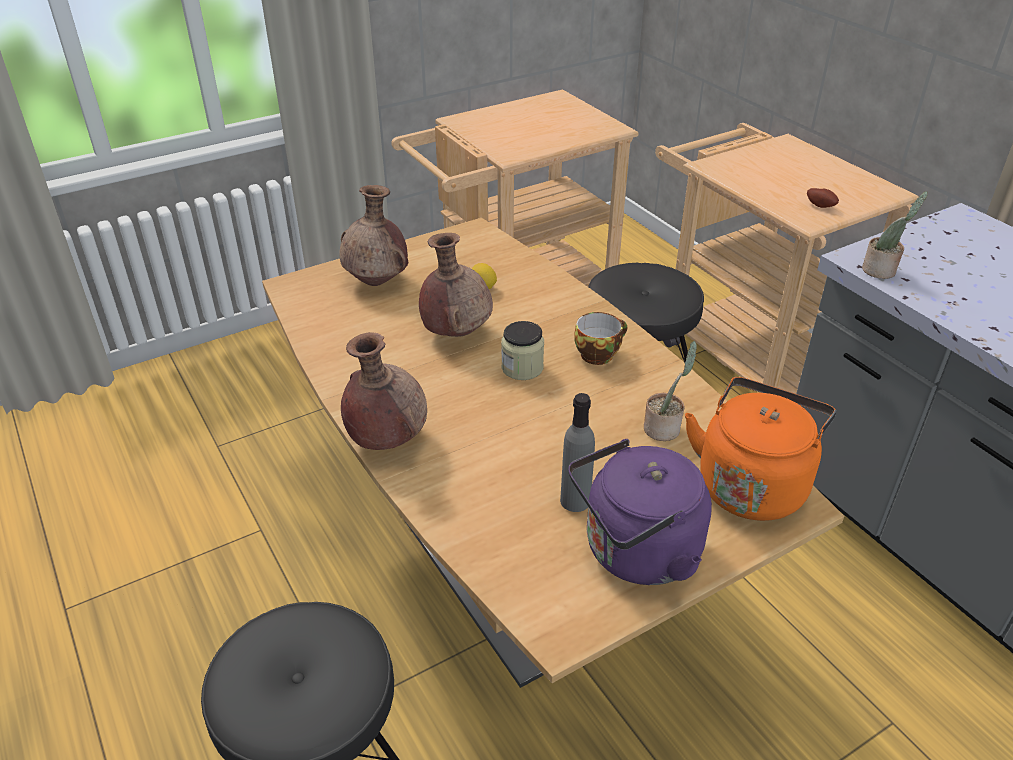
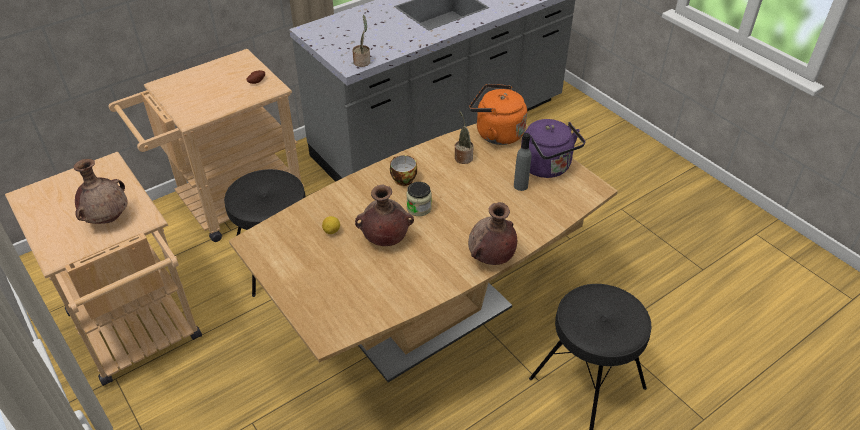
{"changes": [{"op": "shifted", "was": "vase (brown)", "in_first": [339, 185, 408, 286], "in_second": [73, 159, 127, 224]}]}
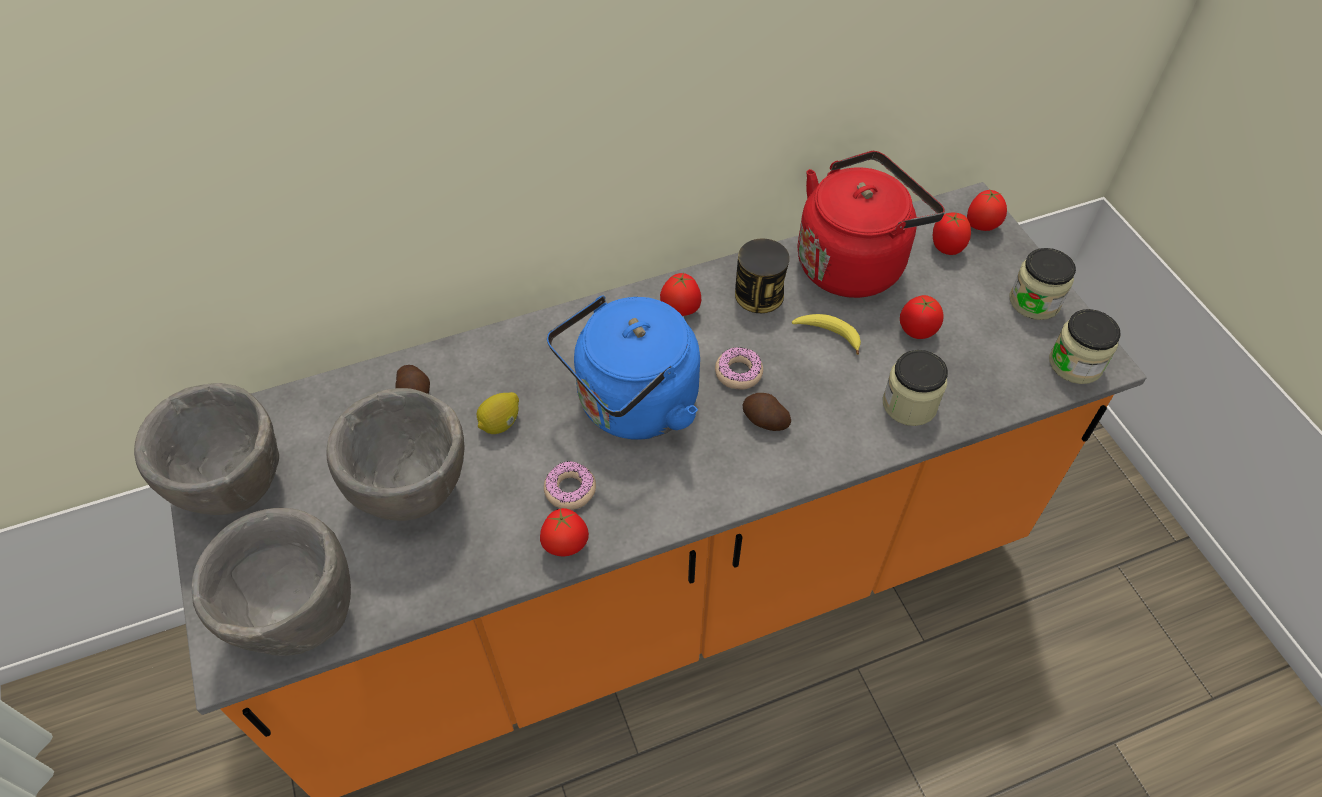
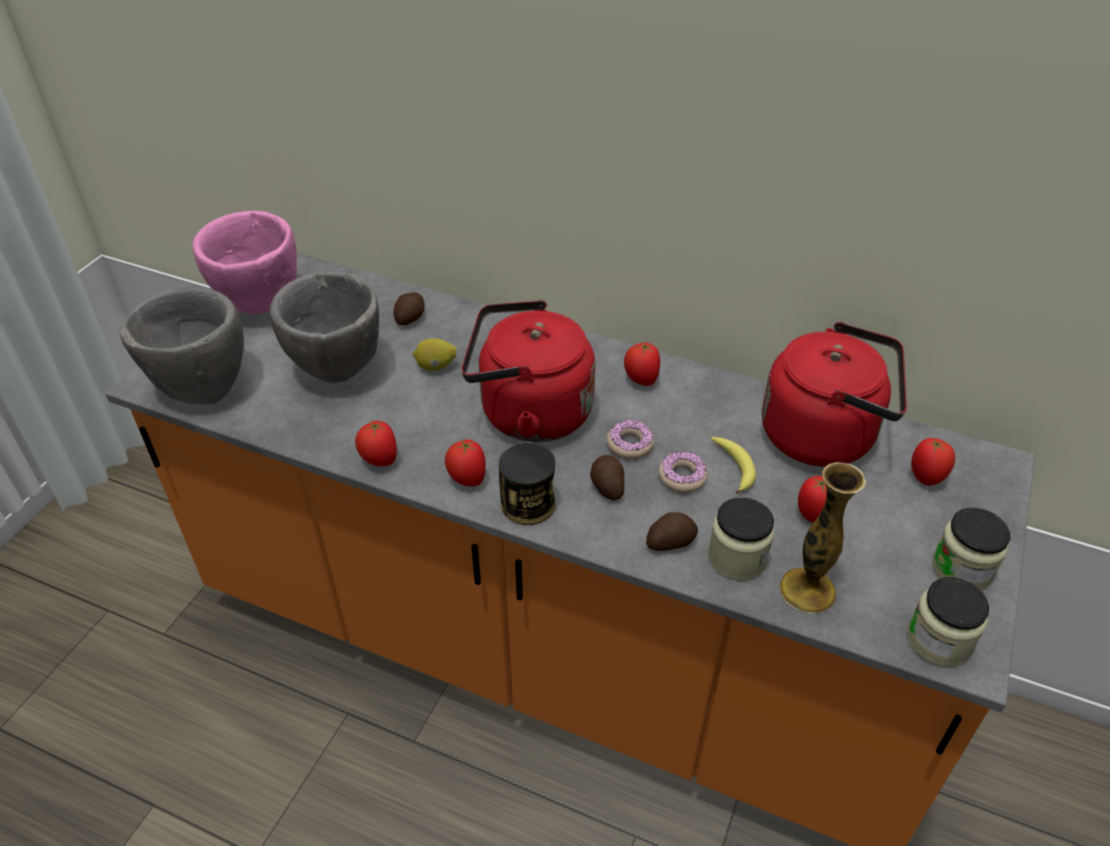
{"changes": [{"op": "shifted", "was": "tomato", "in_first": [967, 190, 1007, 231], "in_second": [445, 440, 486, 487]}, {"op": "shifted", "was": "can", "in_first": [735, 238, 790, 313], "in_second": [499, 443, 556, 525]}, {"op": "repainted", "was": "kettle (blue)", "now": "kettle (red)", "in_first": [547, 295, 700, 440], "in_second": [462, 300, 595, 442]}, {"op": "repainted", "was": "bowl (grey)", "now": "bowl (pink)", "in_first": [134, 383, 279, 515], "in_second": [193, 211, 297, 314]}, {"op": "shifted", "was": "donut", "in_first": [544, 461, 596, 510], "in_second": [658, 452, 708, 493]}, {"op": "new", "now": "vase", "in_second": [779, 462, 866, 614]}, {"op": "new", "now": "potato", "in_second": [646, 512, 698, 551]}]}
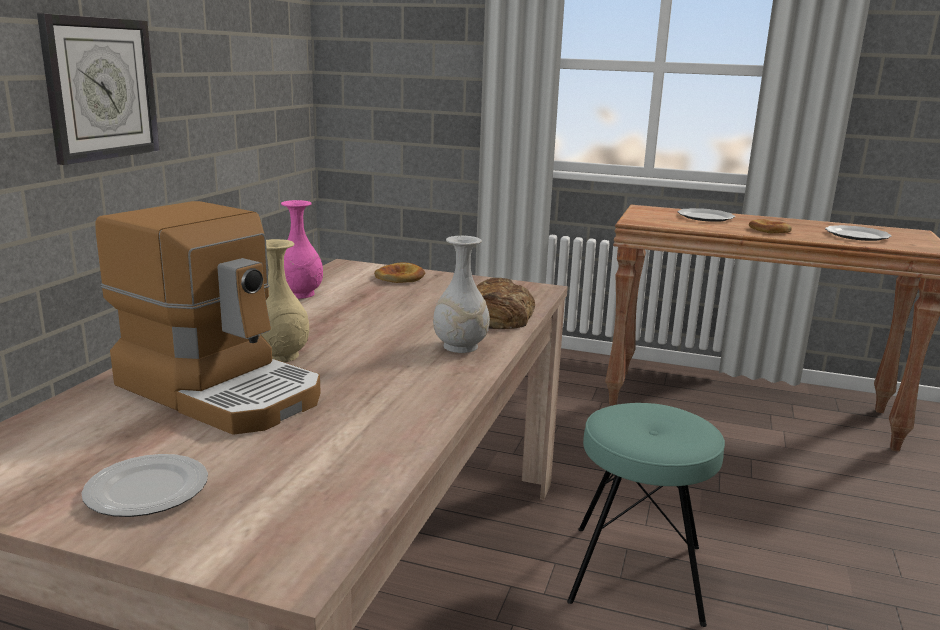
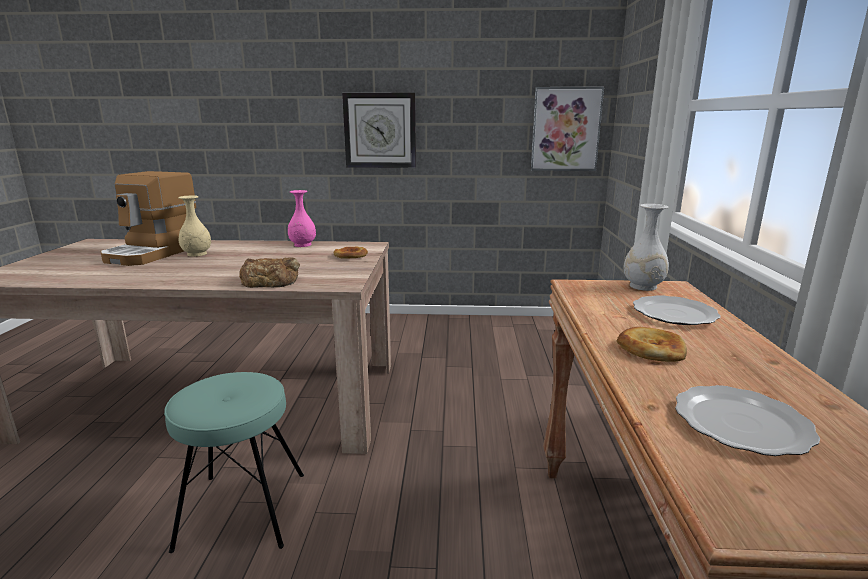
{"changes": [{"op": "shifted", "was": "vase (white)", "in_first": [433, 236, 490, 353], "in_second": [624, 204, 669, 291]}, {"op": "gone", "was": "plate", "in_first": [82, 454, 208, 517]}, {"op": "new", "now": "picture", "in_second": [531, 87, 604, 171]}]}
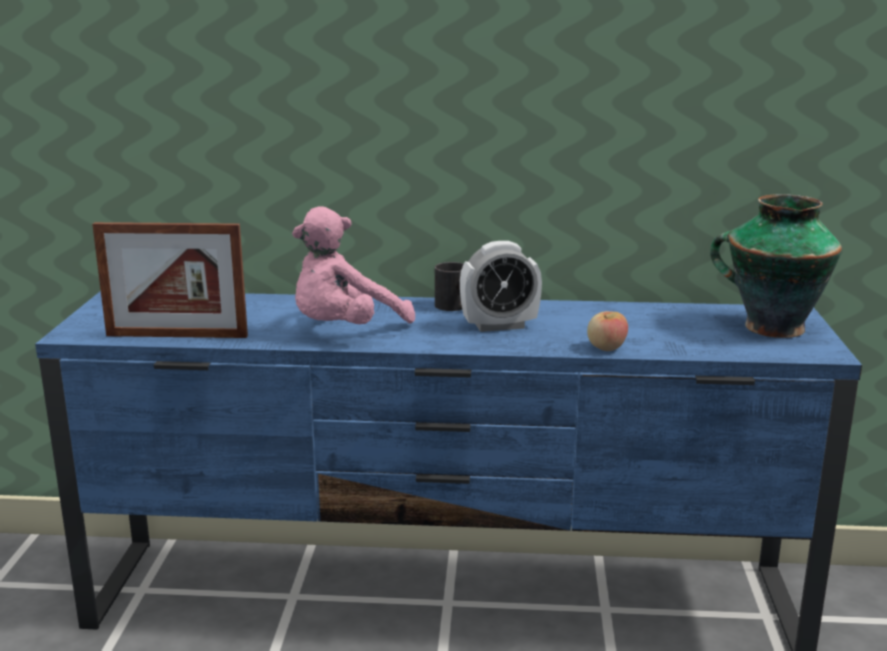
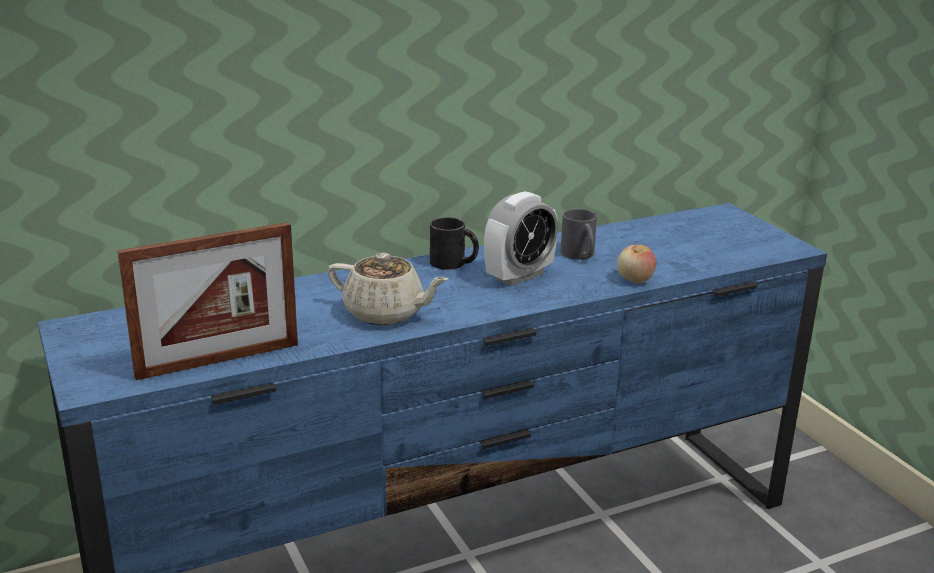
{"changes": [{"op": "gone", "was": "vase", "in_first": [710, 194, 842, 338]}, {"op": "swapped", "was": "plush toy (pink)", "now": "teapot (beige)", "in_first": [292, 206, 415, 324], "in_second": [328, 253, 448, 325]}, {"op": "new", "now": "mug (grey)", "in_second": [560, 209, 597, 260]}]}
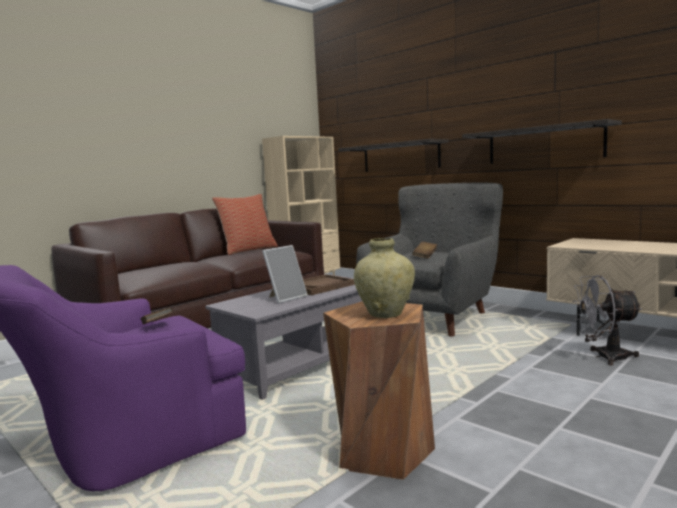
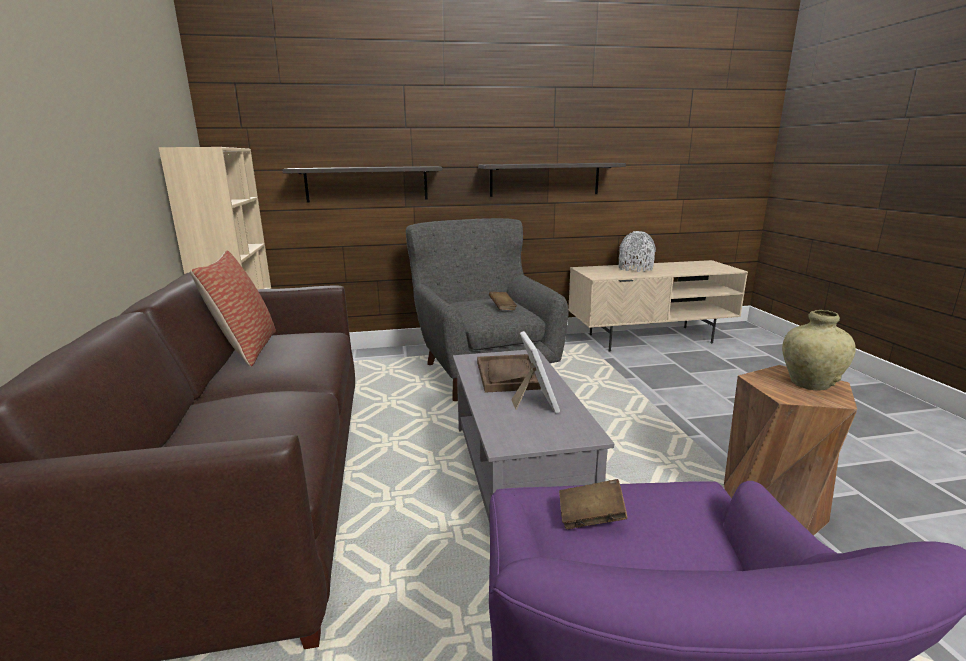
{"changes": [{"op": "gone", "was": "fan (grey)", "in_first": [572, 275, 642, 365]}, {"op": "new", "now": "vase (grey)", "in_second": [619, 231, 656, 272]}]}
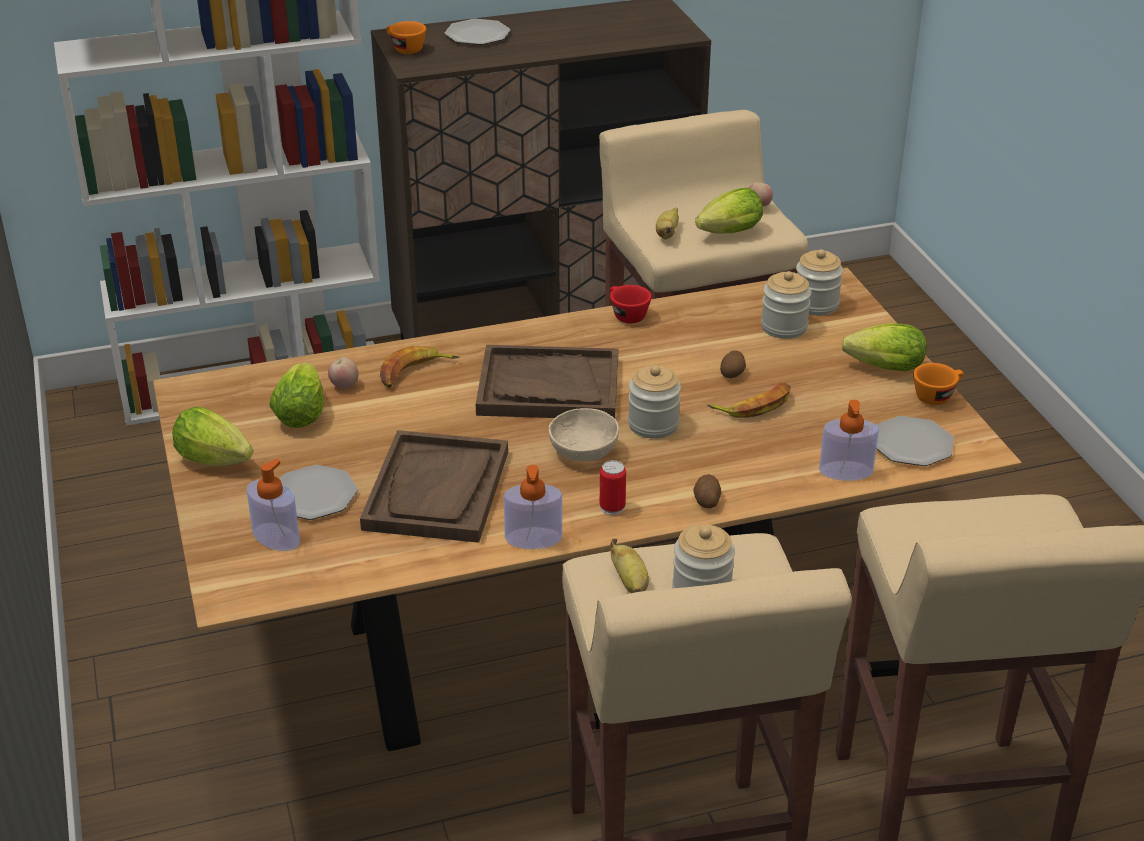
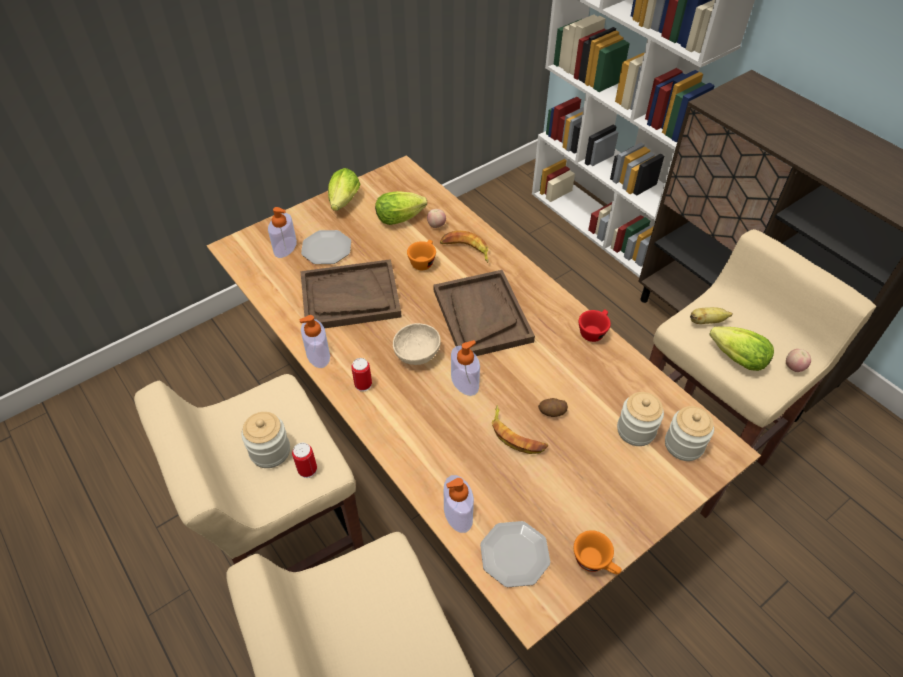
{"changes": [{"op": "gone", "was": "plate", "in_first": [444, 19, 510, 45]}, {"op": "shifted", "was": "cup (orange)", "in_first": [386, 21, 426, 54], "in_second": [407, 240, 436, 270]}, {"op": "gone", "was": "lettuce", "in_first": [841, 323, 926, 372]}, {"op": "swapped", "was": "jar", "now": "soap dispenser", "in_first": [628, 365, 681, 439], "in_second": [451, 340, 480, 396]}, {"op": "gone", "was": "potato", "in_first": [693, 474, 721, 509]}, {"op": "gone", "was": "banana", "in_first": [610, 539, 649, 593]}, {"op": "new", "now": "can", "in_second": [292, 443, 317, 478]}]}
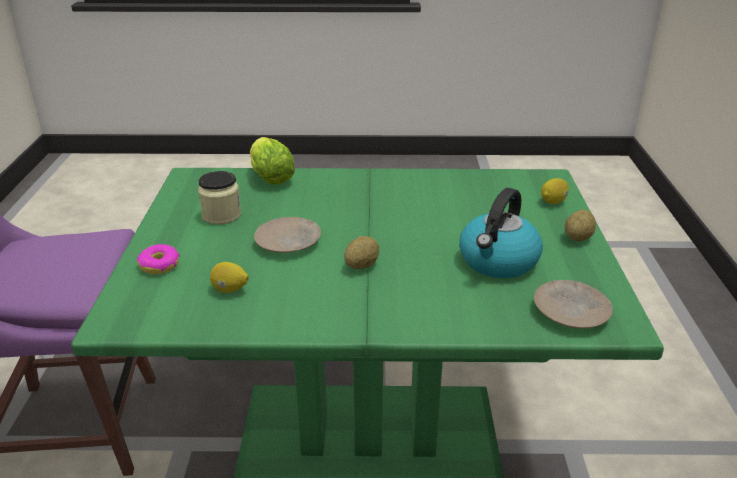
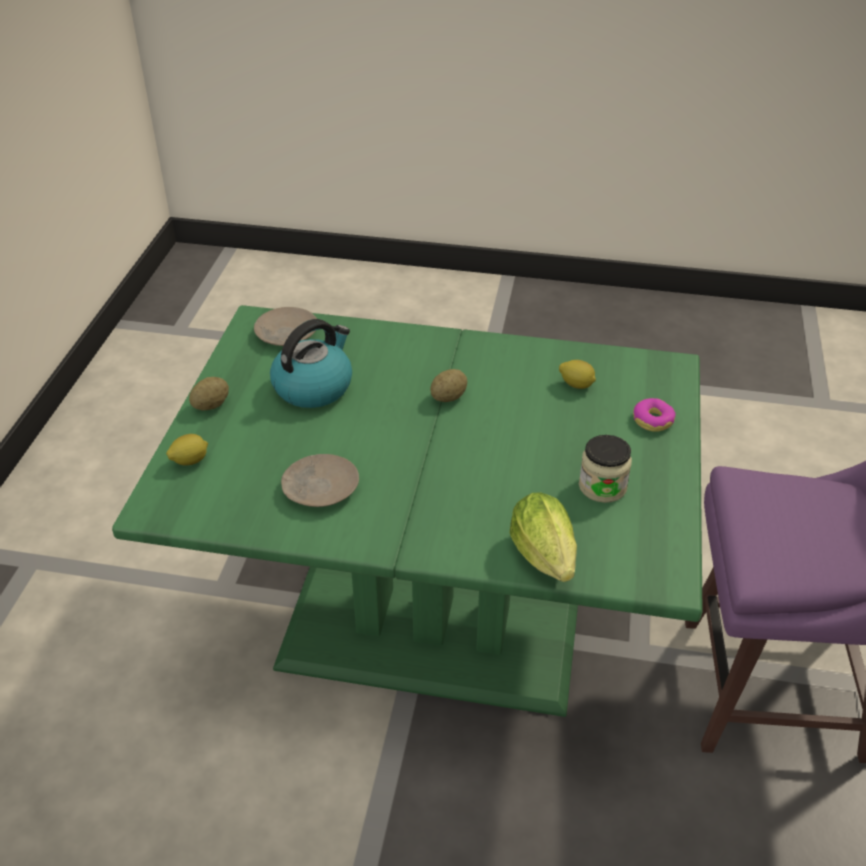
{"changes": [{"op": "shifted", "was": "plate (beige)", "in_first": [254, 217, 321, 253], "in_second": [281, 454, 359, 507]}]}
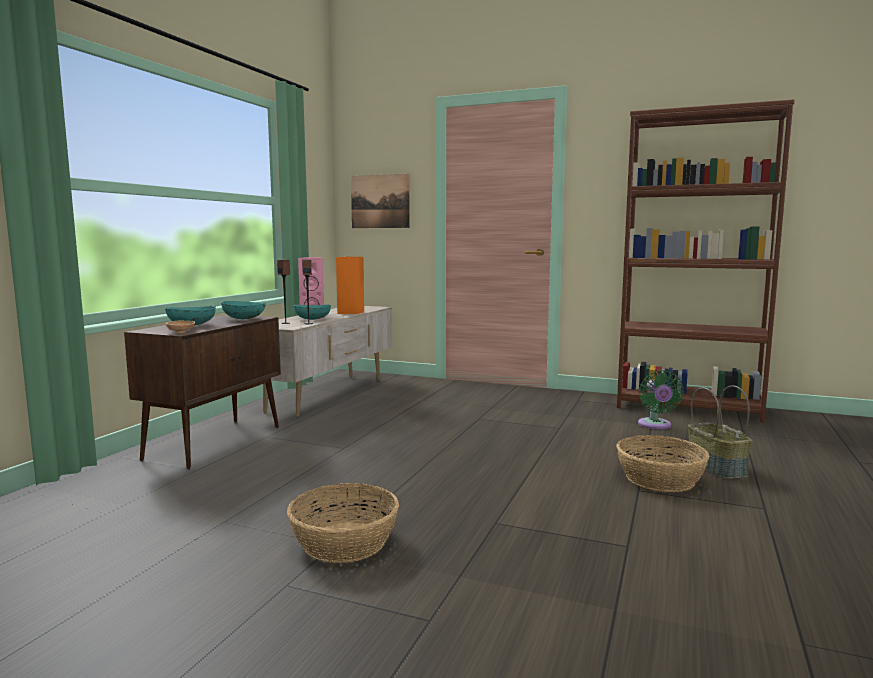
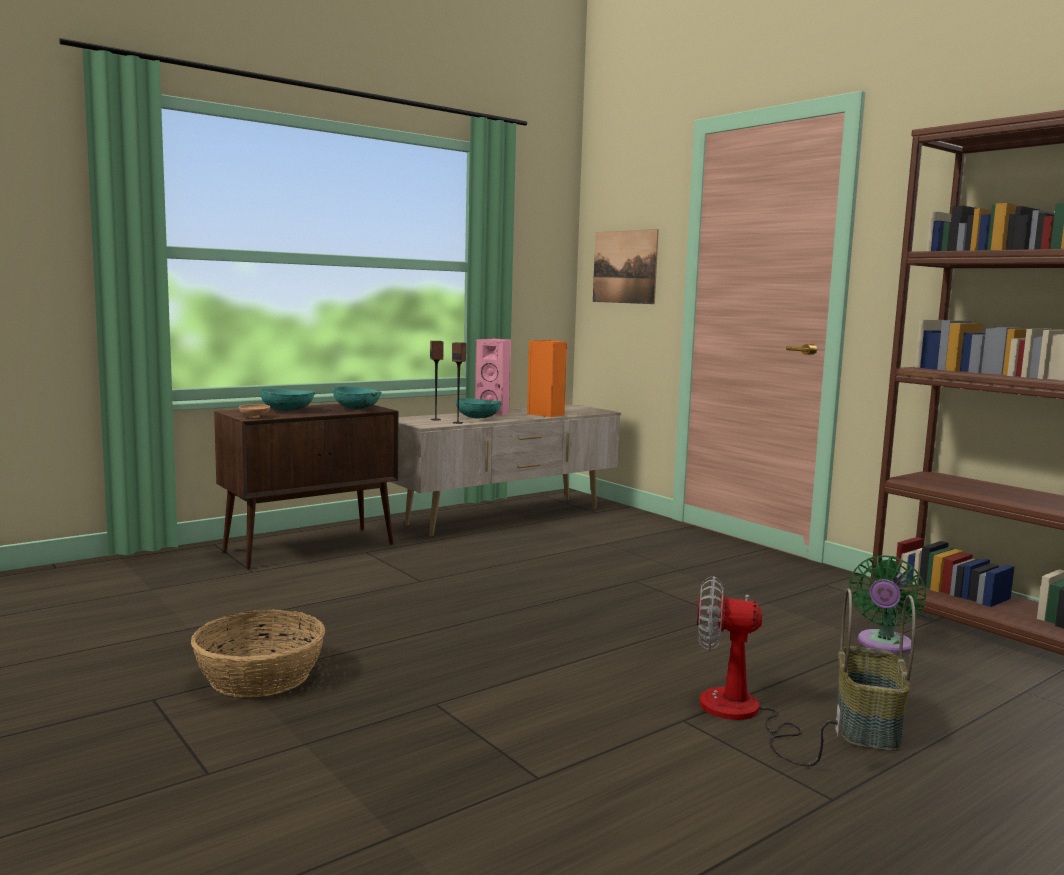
{"changes": [{"op": "swapped", "was": "basket", "now": "fan", "in_first": [616, 435, 710, 492], "in_second": [697, 576, 841, 766]}]}
